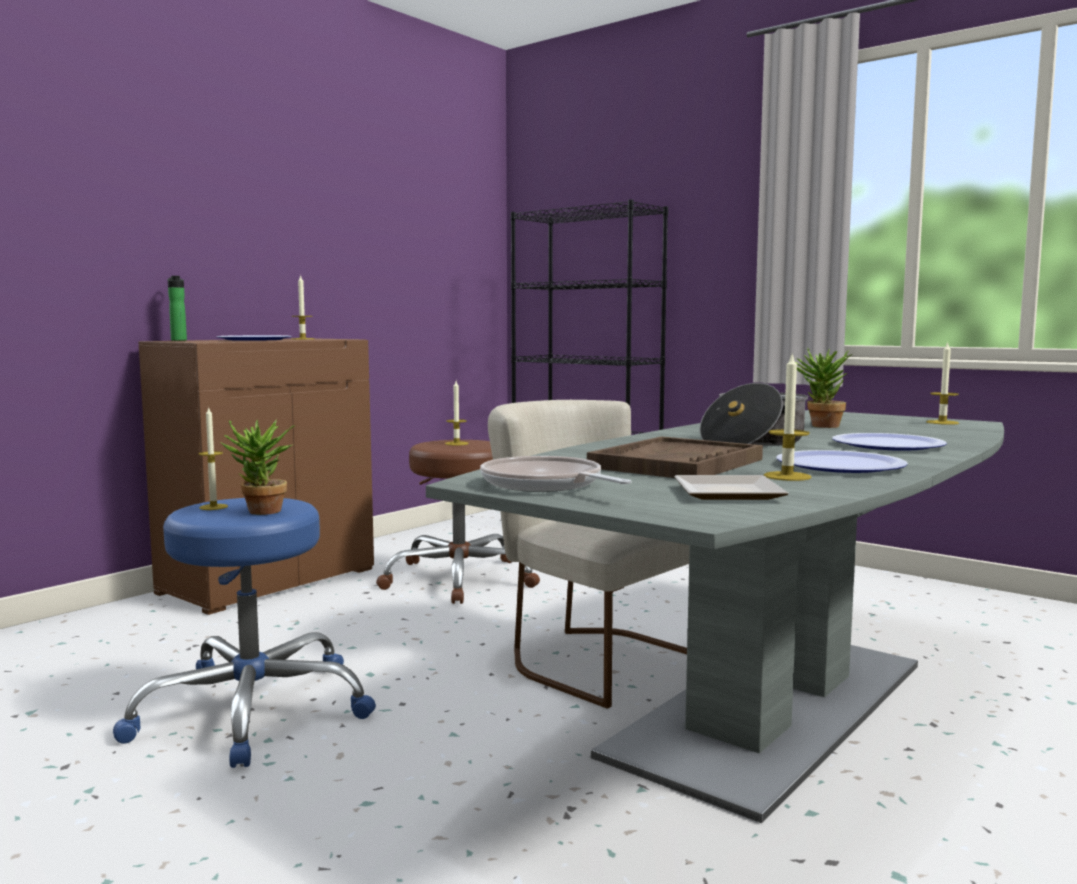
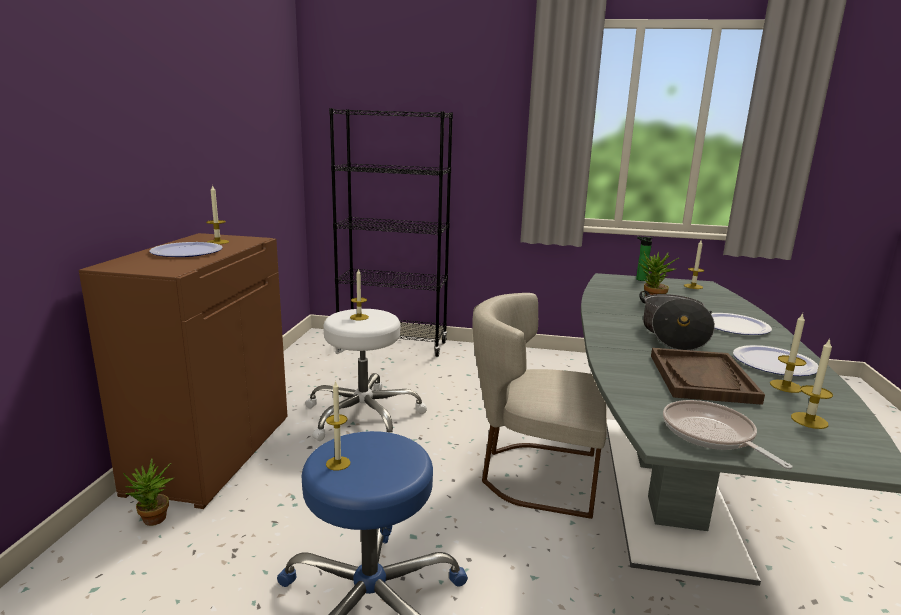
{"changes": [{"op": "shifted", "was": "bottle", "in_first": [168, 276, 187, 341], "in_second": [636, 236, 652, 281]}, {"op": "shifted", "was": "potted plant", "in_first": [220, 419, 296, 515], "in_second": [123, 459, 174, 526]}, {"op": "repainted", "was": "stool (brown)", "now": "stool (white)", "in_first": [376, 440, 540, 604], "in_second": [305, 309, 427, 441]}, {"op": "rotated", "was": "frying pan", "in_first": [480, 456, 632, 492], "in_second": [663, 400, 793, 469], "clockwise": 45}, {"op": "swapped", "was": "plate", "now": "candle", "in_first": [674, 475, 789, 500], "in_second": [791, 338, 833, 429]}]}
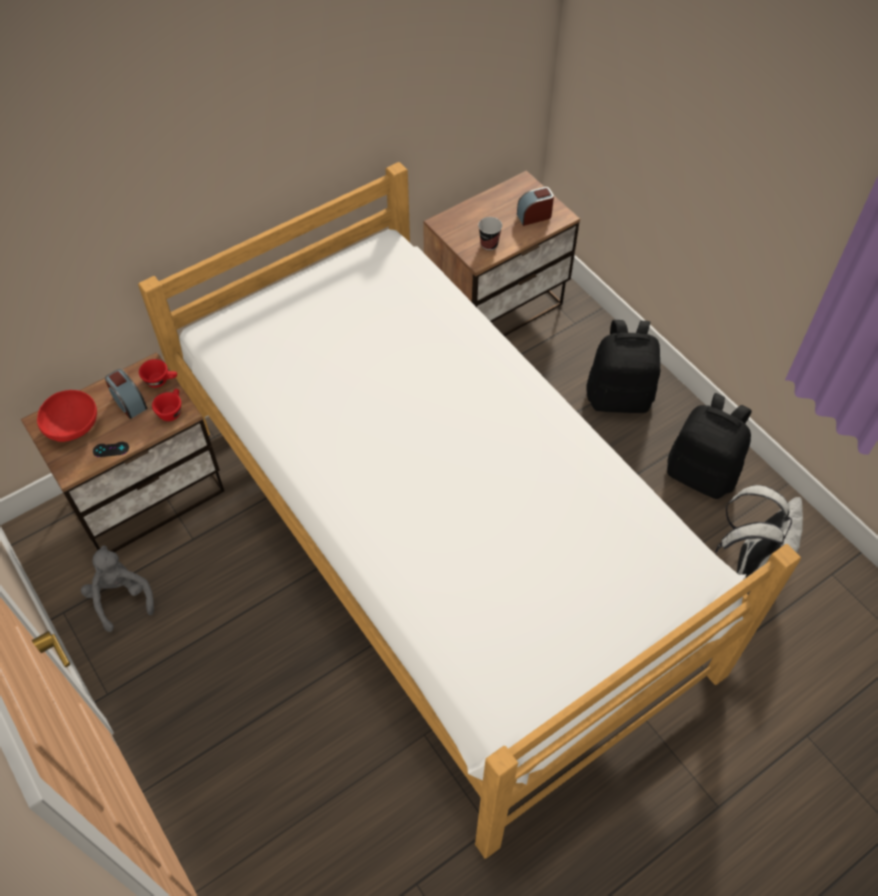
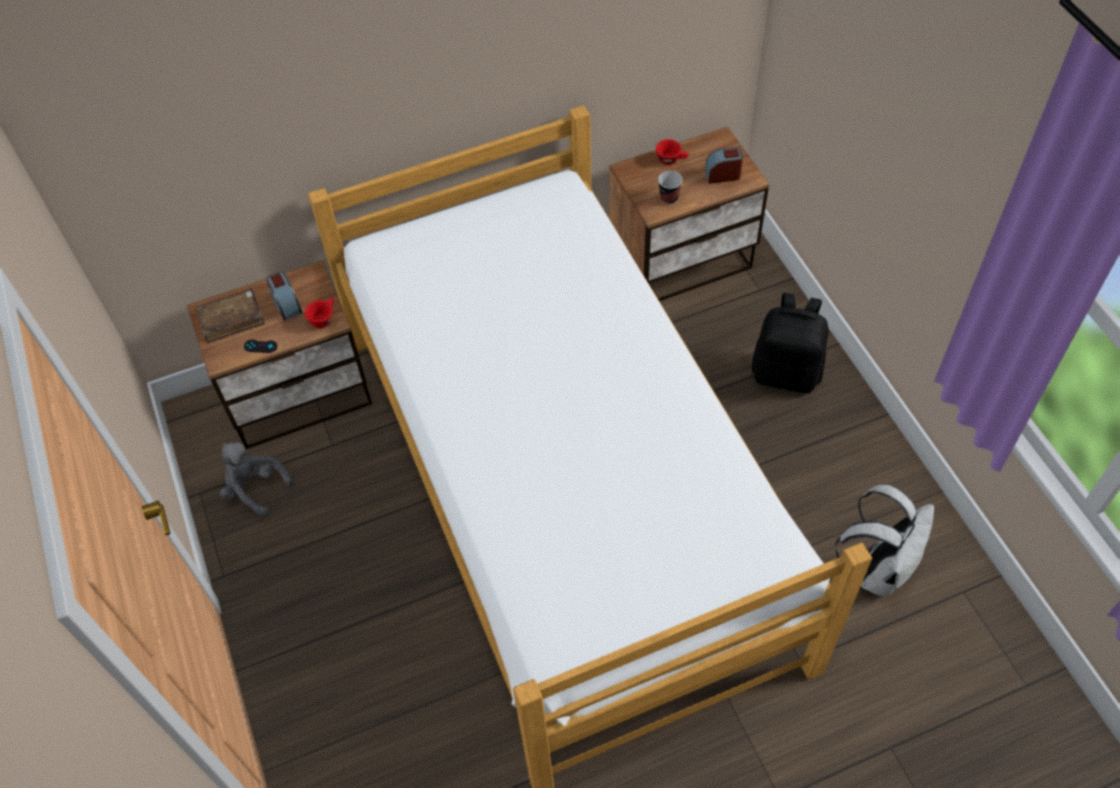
{"changes": [{"op": "shifted", "was": "cup (red)", "in_first": [139, 359, 177, 388], "in_second": [656, 139, 689, 165]}, {"op": "swapped", "was": "bowl (red)", "now": "book (brown)", "in_first": [37, 390, 97, 442], "in_second": [195, 289, 265, 343]}, {"op": "gone", "was": "backpack (black)", "in_first": [667, 393, 752, 499]}, {"op": "rotated", "was": "plush toy (grey)", "in_first": [81, 545, 154, 632], "in_second": [220, 442, 293, 517], "clockwise": -45}]}
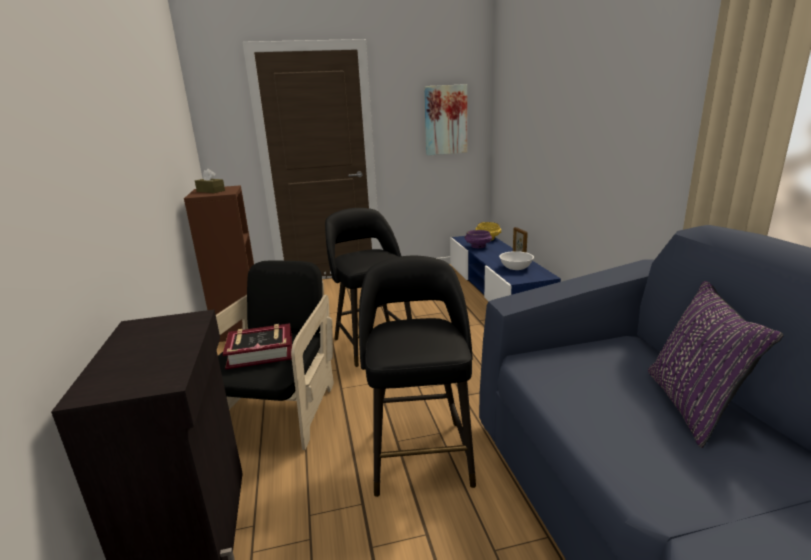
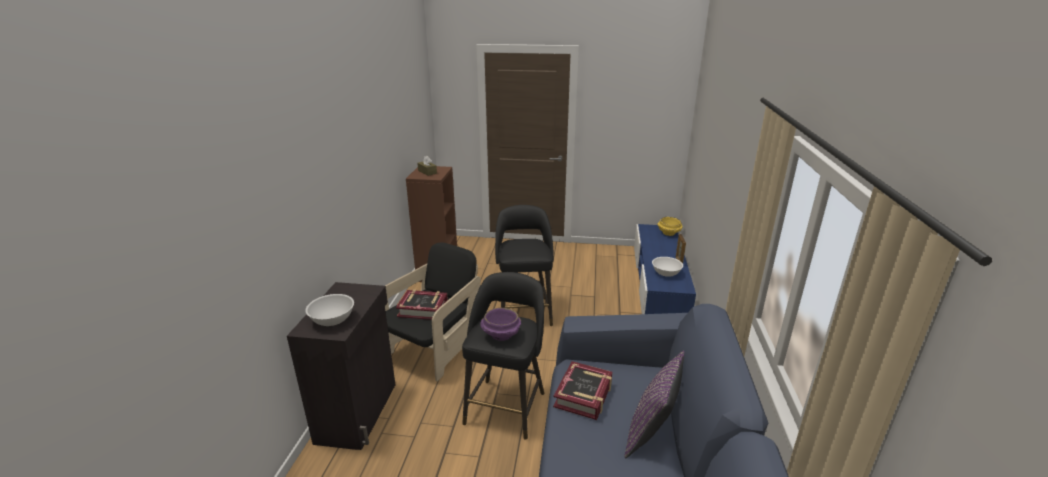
{"changes": [{"op": "gone", "was": "picture", "in_first": [424, 84, 467, 155]}, {"op": "shifted", "was": "bowl (purple)", "in_first": [465, 230, 492, 248], "in_second": [480, 308, 521, 341]}, {"op": "new", "now": "bowl (white)", "in_second": [305, 294, 354, 326]}, {"op": "new", "now": "book", "in_second": [553, 361, 613, 420]}]}
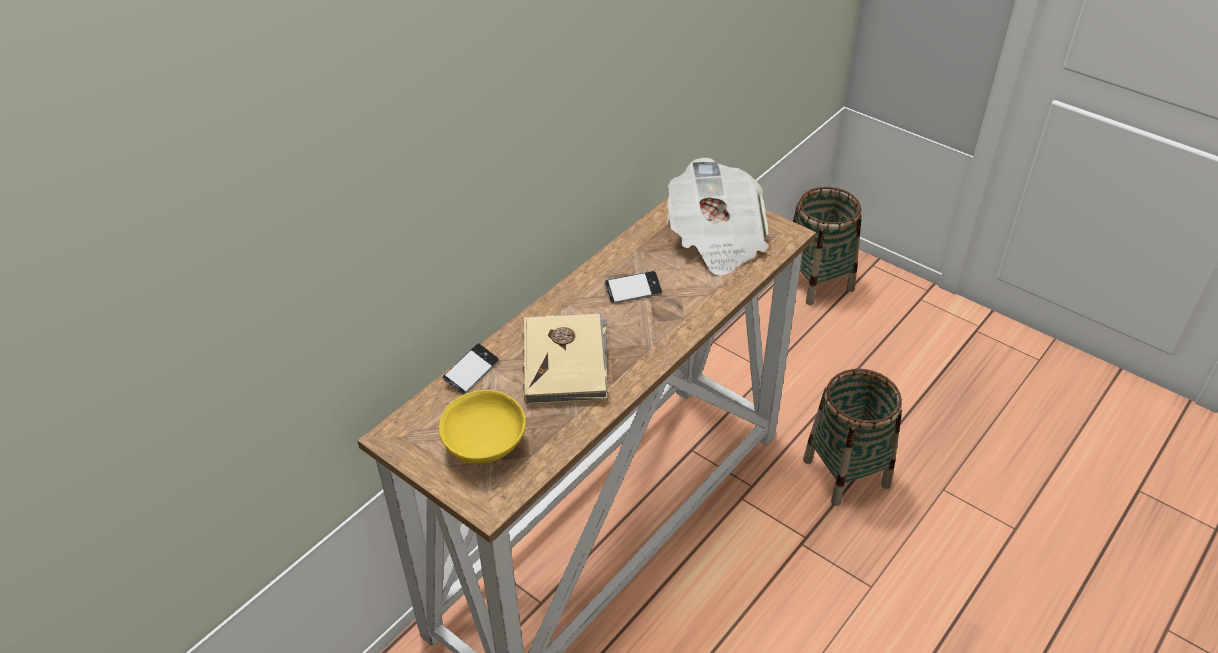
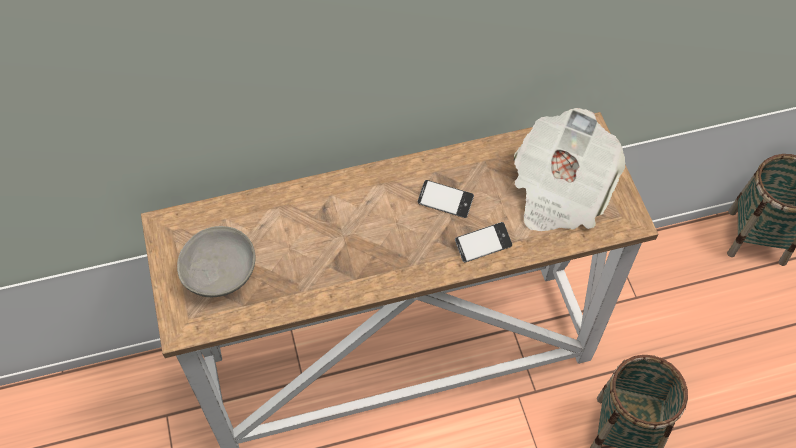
{"changes": [{"op": "gone", "was": "book (beige)", "in_first": [522, 313, 608, 405]}, {"op": "shifted", "was": "phone", "in_first": [442, 343, 499, 395], "in_second": [455, 222, 512, 263]}, {"op": "repainted", "was": "bowl (yellow)", "now": "bowl (grey)", "in_first": [439, 390, 526, 464], "in_second": [177, 226, 256, 297]}]}
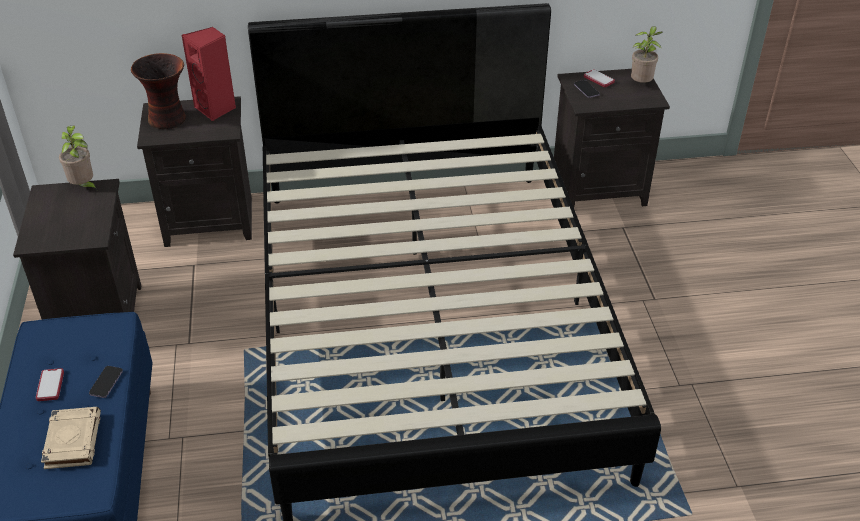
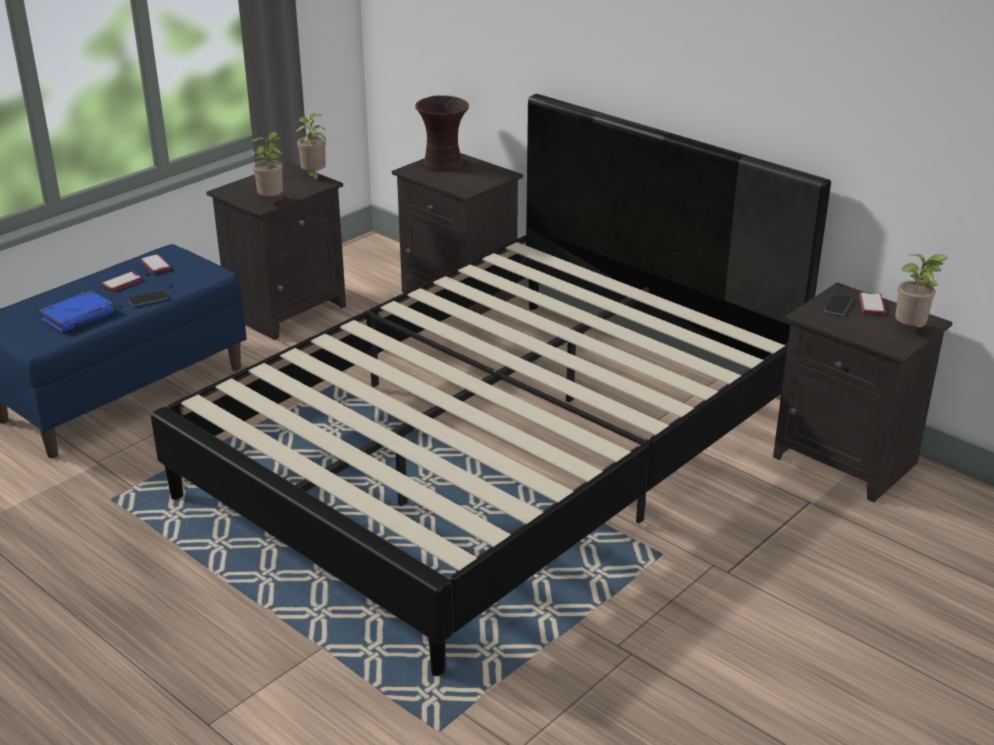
{"changes": [{"op": "gone", "was": "speaker (red)", "in_first": [182, 27, 236, 121]}, {"op": "repainted", "was": "book (beige)", "now": "book (blue)", "in_first": [41, 407, 101, 469], "in_second": [39, 290, 115, 333]}, {"op": "new", "now": "potted plant", "in_second": [250, 132, 283, 197]}, {"op": "new", "now": "phone", "in_second": [141, 254, 171, 274]}]}
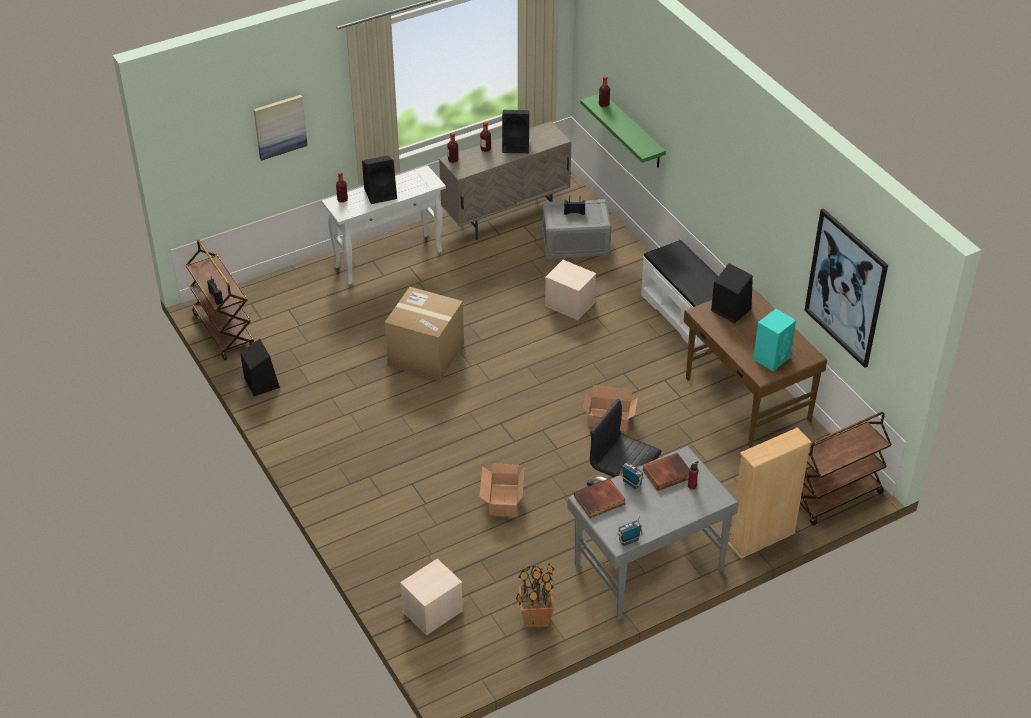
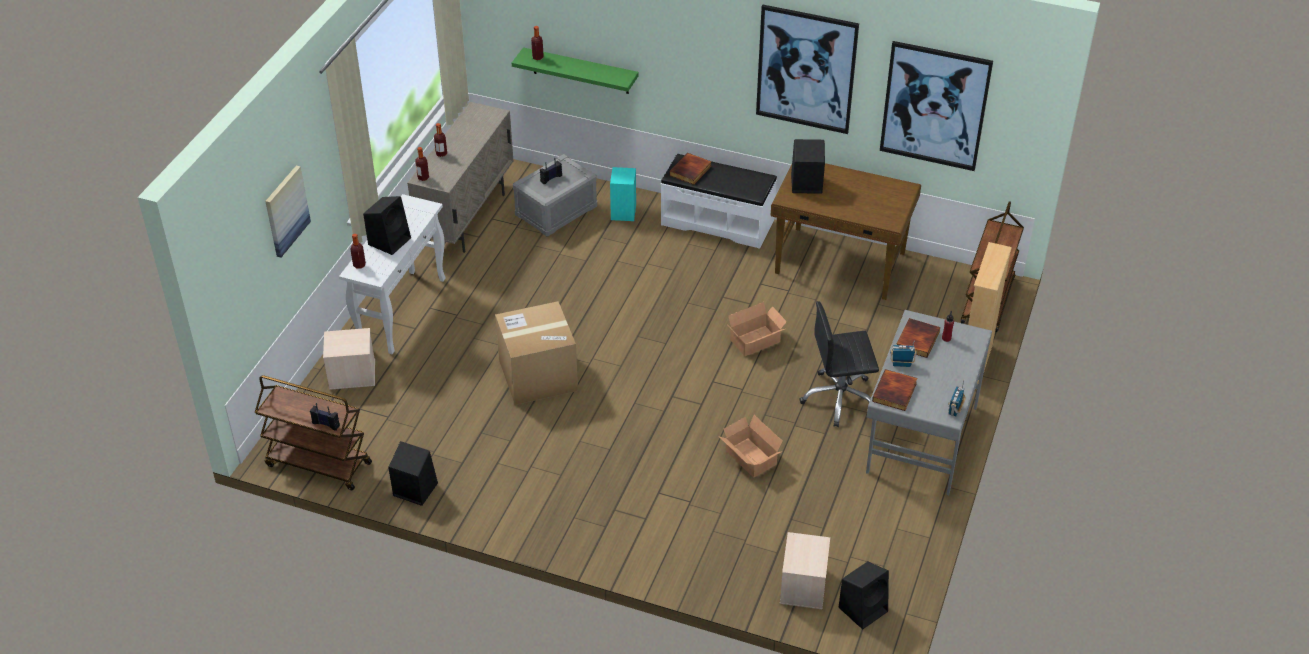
{"changes": [{"op": "shifted", "was": "speaker (black)", "in_first": [502, 110, 529, 153], "in_second": [838, 561, 889, 630]}, {"op": "shifted", "was": "storage box (beige)", "in_first": [545, 260, 596, 320], "in_second": [323, 328, 375, 390]}, {"op": "shifted", "was": "speaker (turquoise)", "in_first": [753, 309, 796, 371], "in_second": [610, 167, 636, 221]}, {"op": "gone", "was": "potted plant", "in_first": [516, 564, 555, 628]}, {"op": "new", "now": "picture", "in_second": [756, 5, 859, 134]}, {"op": "new", "now": "book", "in_second": [669, 153, 712, 185]}]}
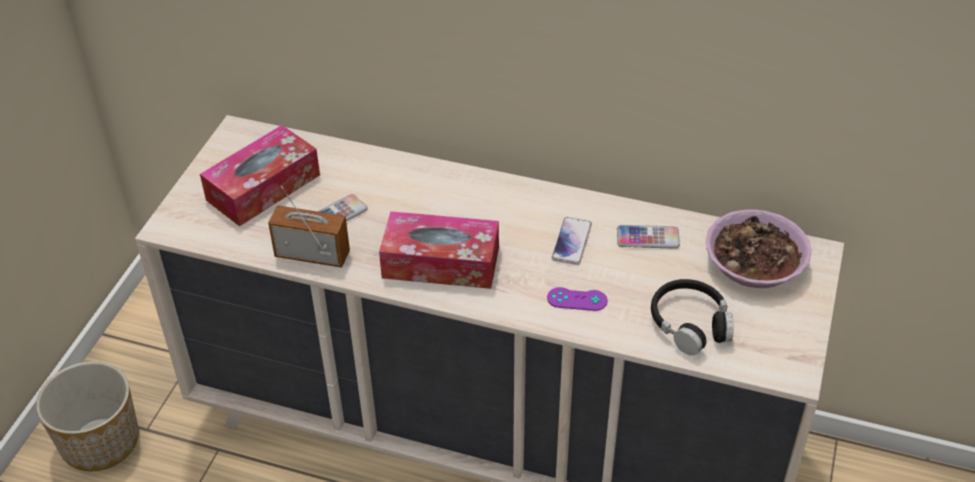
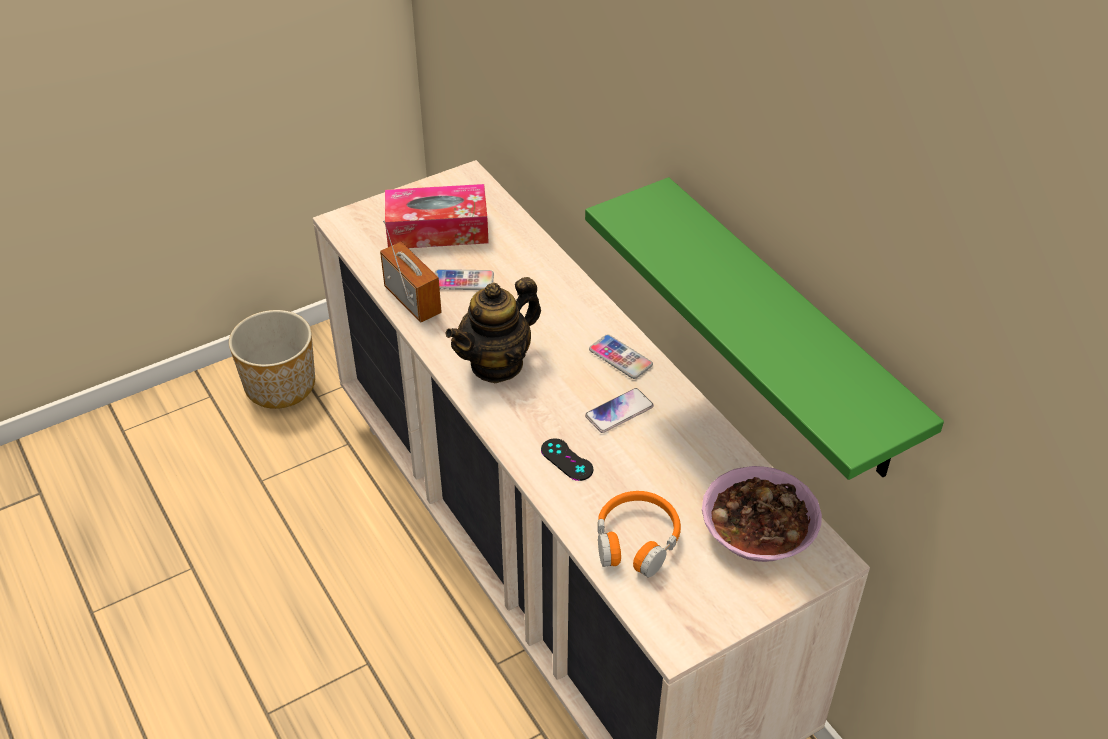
{"changes": [{"op": "swapped", "was": "tissue box", "now": "teapot", "in_first": [379, 211, 499, 289], "in_second": [445, 277, 541, 383]}, {"op": "shifted", "was": "phone", "in_first": [617, 225, 680, 249], "in_second": [589, 334, 653, 379]}, {"op": "repainted", "was": "headphones (black)", "now": "headphones (orange)", "in_first": [651, 279, 734, 356], "in_second": [598, 491, 681, 577]}, {"op": "repainted", "was": "game controller (purple)", "now": "game controller (black)", "in_first": [547, 287, 608, 311], "in_second": [541, 438, 593, 481]}, {"op": "new", "now": "shelf (green)", "in_second": [585, 177, 944, 480]}]}
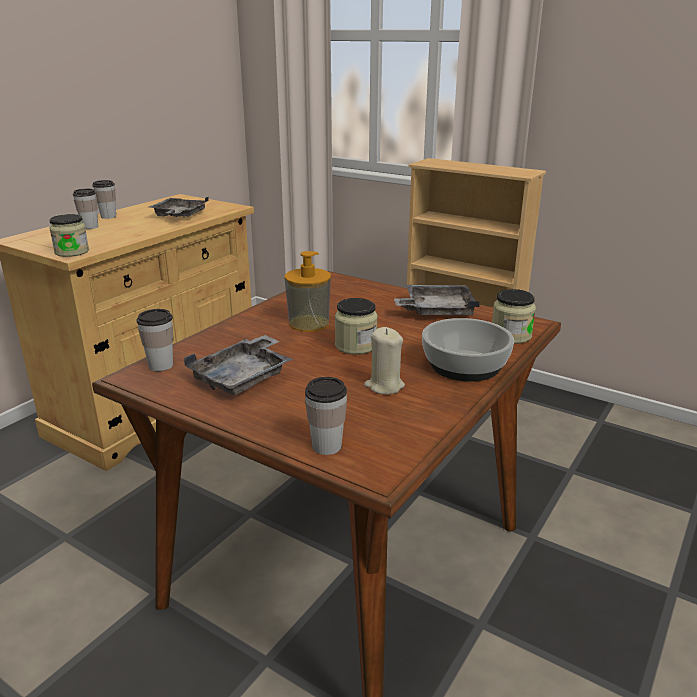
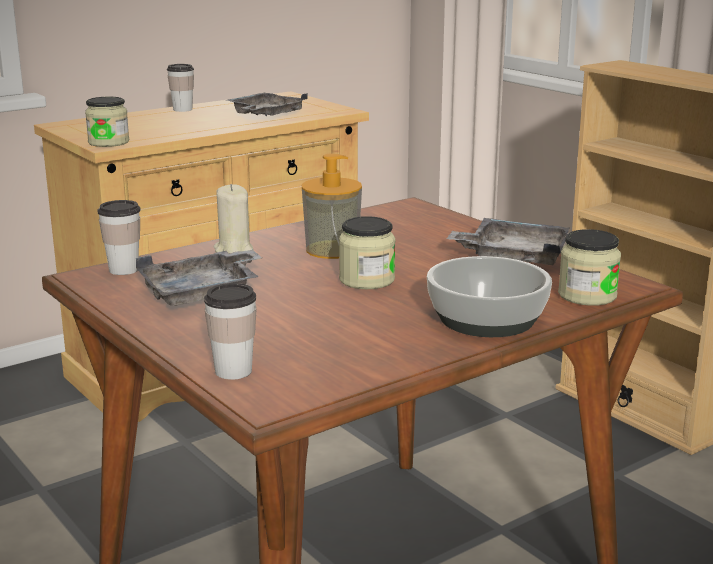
{"changes": [{"op": "gone", "was": "cup", "in_first": [73, 189, 98, 229]}, {"op": "shifted", "was": "candle (beige)", "in_first": [364, 327, 405, 395], "in_second": [213, 184, 253, 254]}]}
